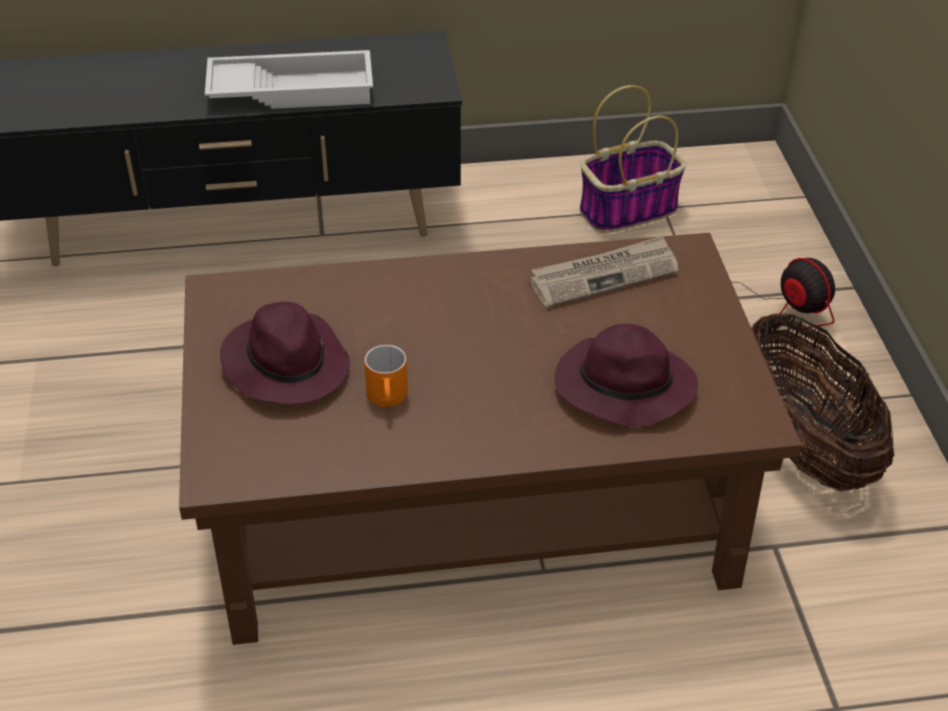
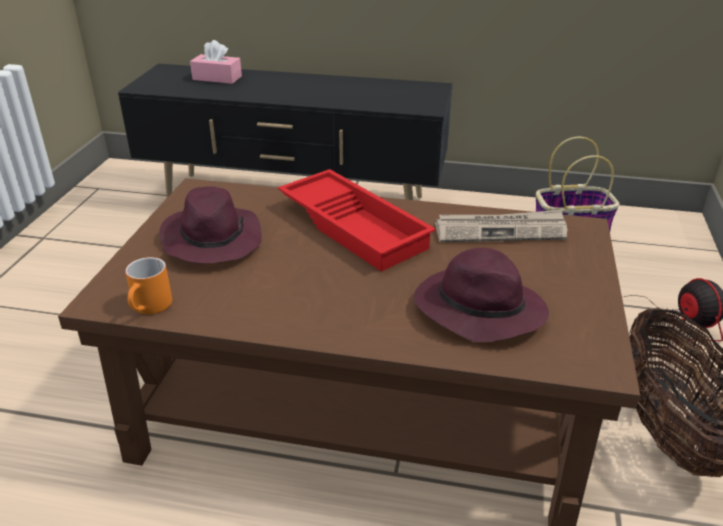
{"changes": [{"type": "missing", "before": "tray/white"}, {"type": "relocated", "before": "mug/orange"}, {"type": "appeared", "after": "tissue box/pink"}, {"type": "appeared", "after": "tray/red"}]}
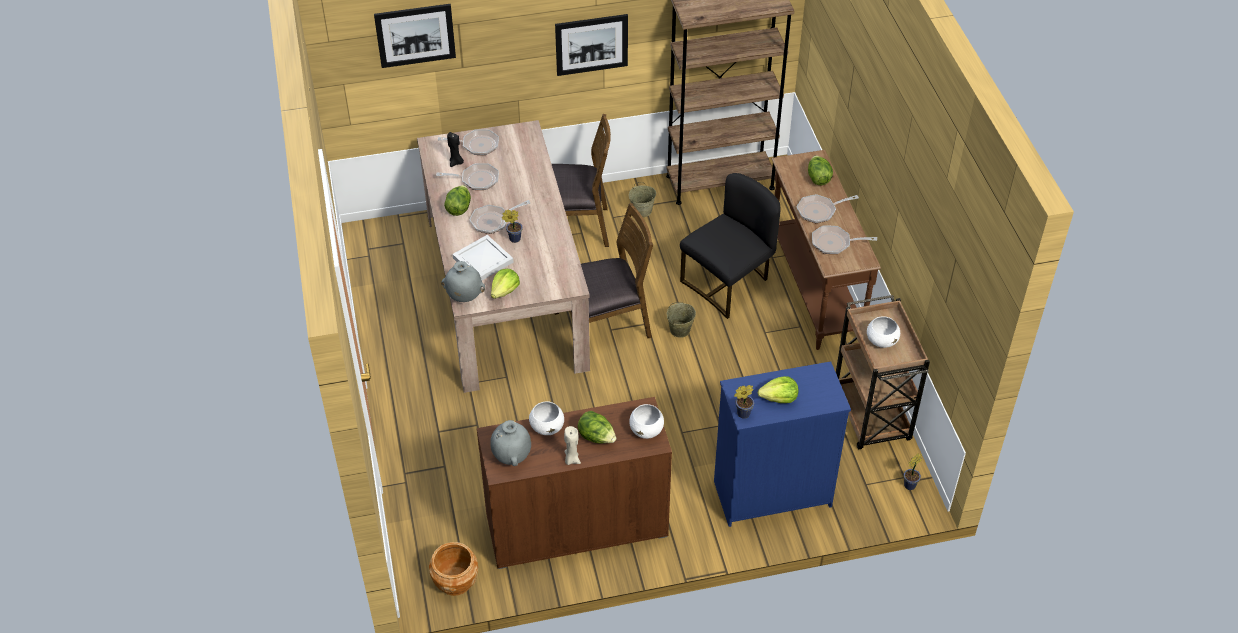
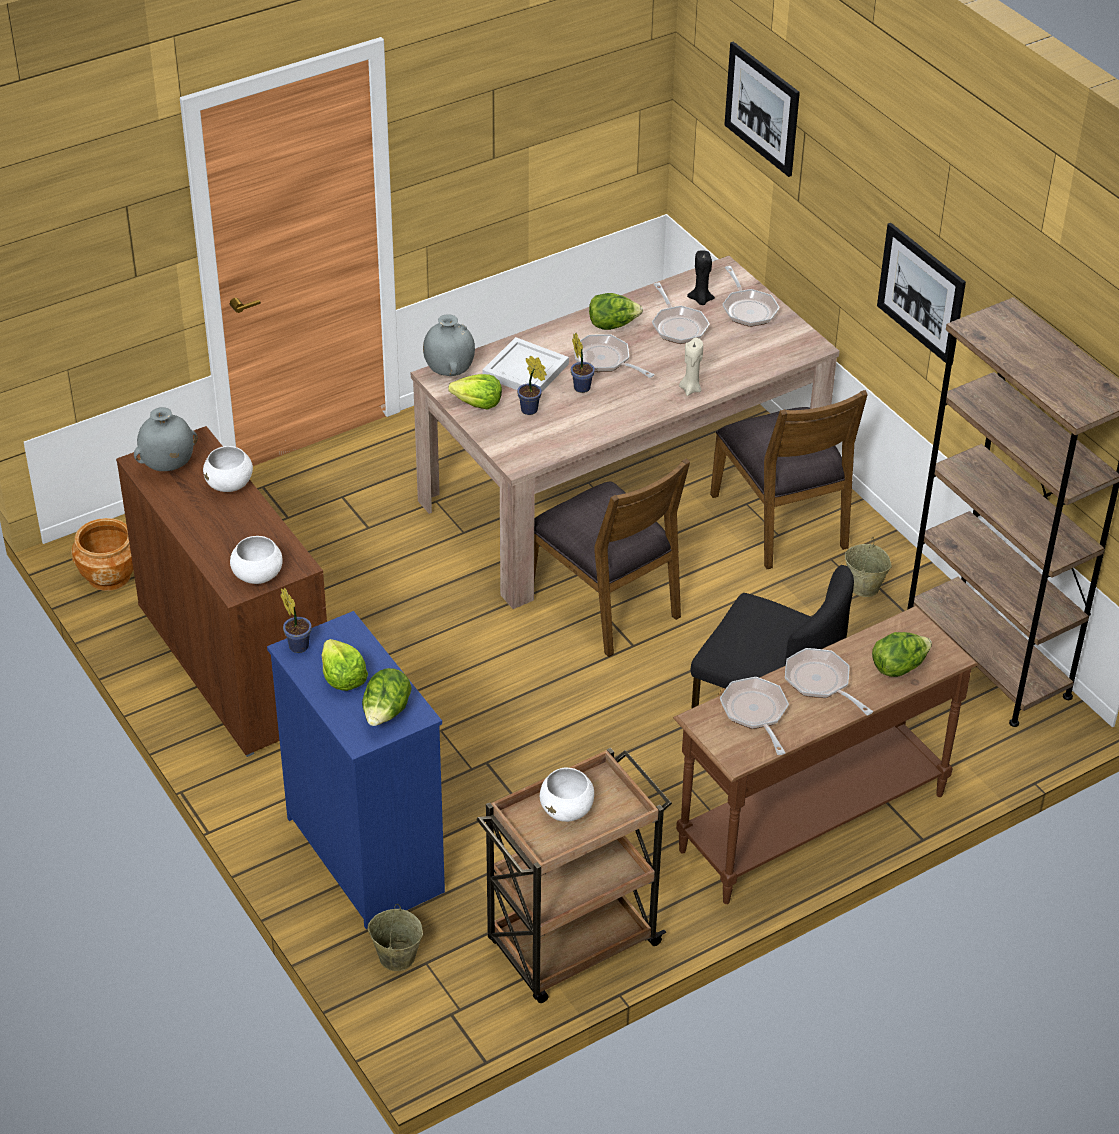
{"changes": [{"type": "relocated", "before": "candle/beige"}, {"type": "relocated", "before": "lettuce (no. 3 from left in the first image)", "after": "lettuce (no. 2 from left)"}, {"type": "relocated", "before": "bucket/beige (no. 2 from left in the first image)", "after": "bucket/beige (no. 1 from left)"}, {"type": "relocated", "before": "potted plant (no. 3 from left in the first image)", "after": "potted plant (no. 2 from left)"}]}
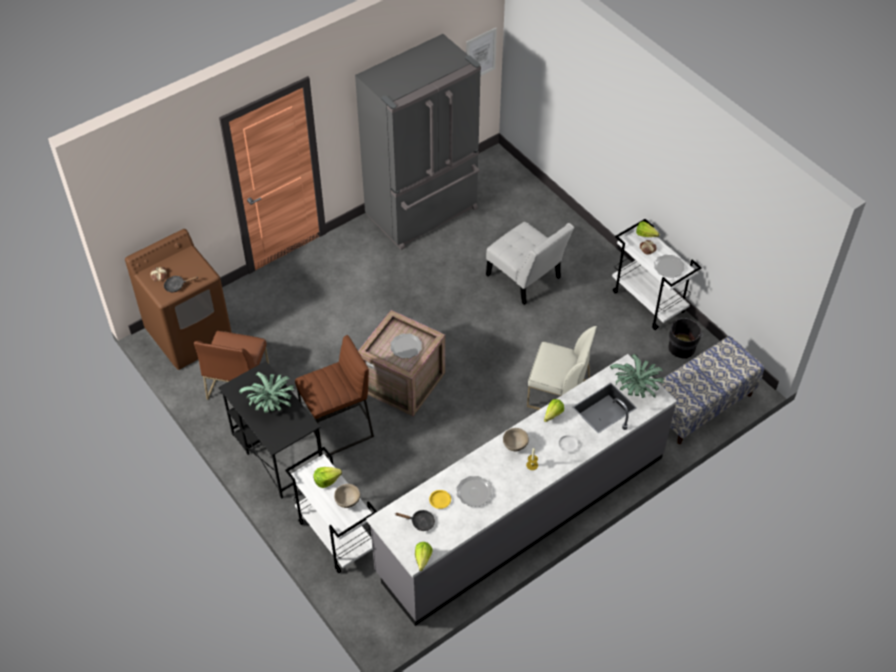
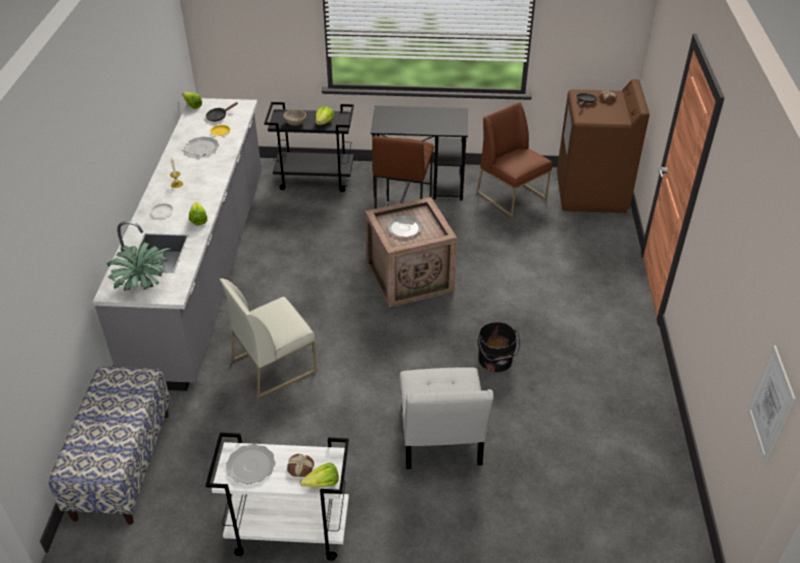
{"changes": [{"type": "missing", "before": "potted plant (no. 1 from left)"}, {"type": "colour", "before": "cart/white (no. 1 from left)", "after": "cart/black"}, {"type": "missing", "before": "fridge/grey"}, {"type": "spun", "before": "chair/white (no. 1 from left in the first image)", "turn": -90}, {"type": "missing", "before": "bowl/beige (no. 2 from left)"}, {"type": "relocated", "before": "bucket/black"}]}
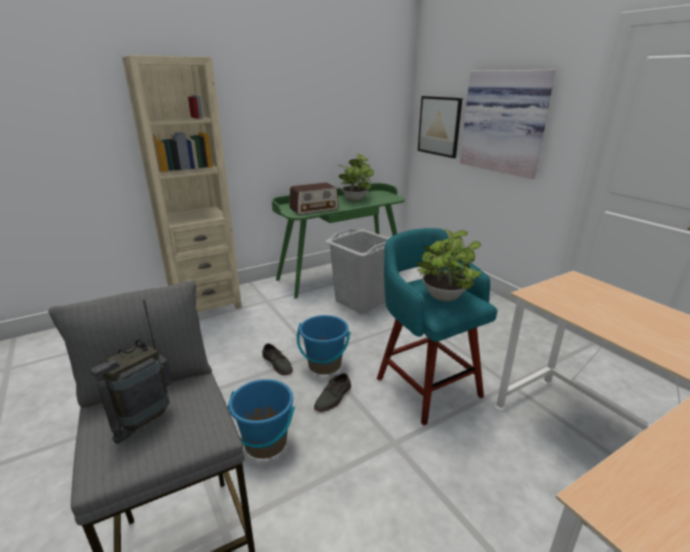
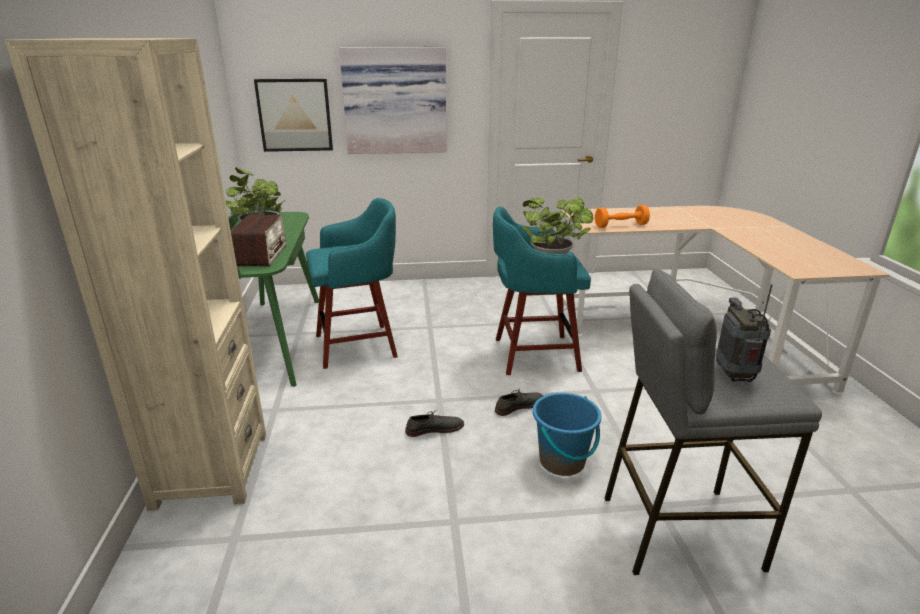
{"changes": [{"type": "spun", "before": "radio (no. 1 from left in the first image)", "turn": -150}, {"type": "missing", "before": "bucket/blue (no. 2 from left)"}, {"type": "spun", "before": "shoe/grey (no. 2 from left)", "turn": -90}, {"type": "exchanged", "before": "laundry basket/grey", "after": "stool/turquoise (no. 1 from left)"}, {"type": "appeared", "after": "dumbbell/orange"}]}
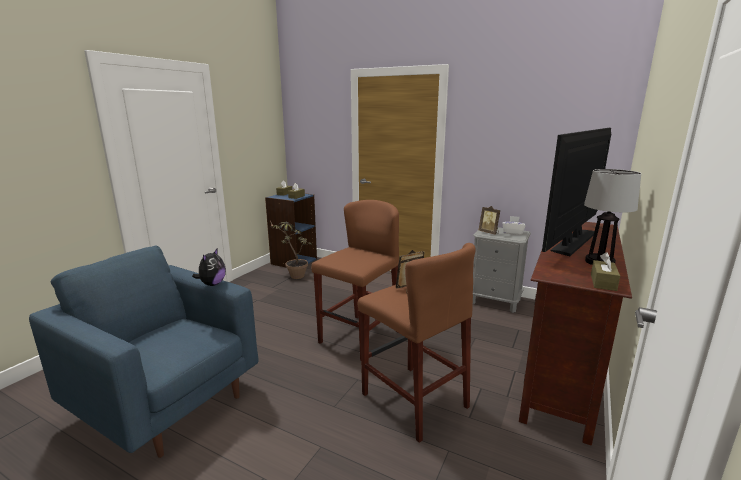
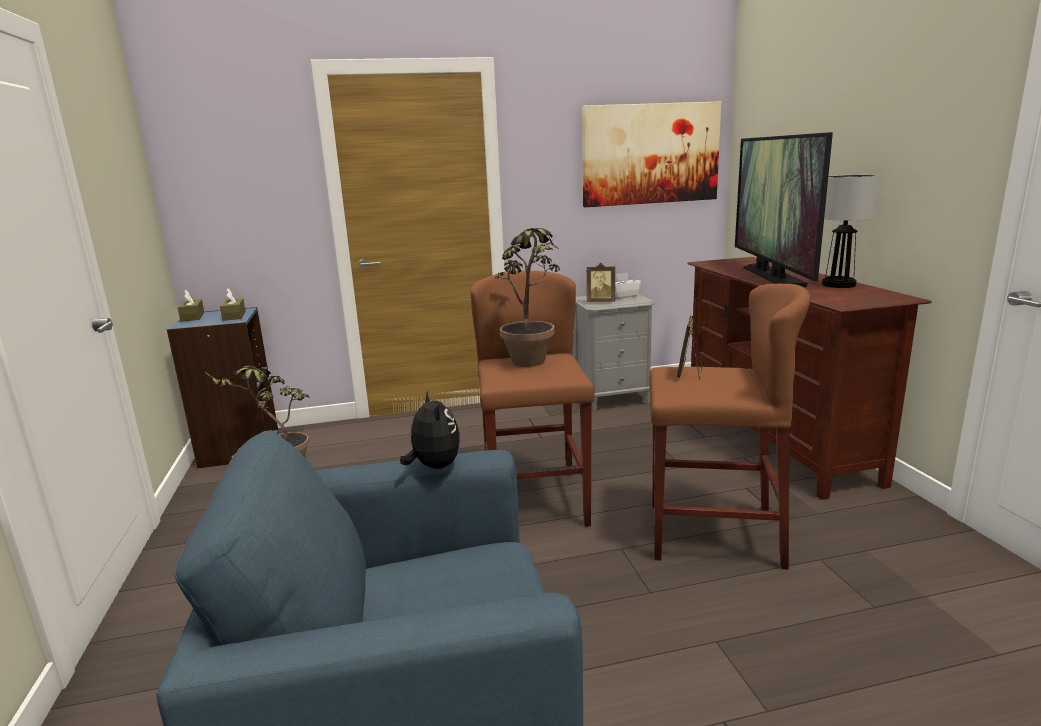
{"changes": [{"type": "missing", "before": "tissue box/brown (no. 3 from left)"}, {"type": "appeared", "after": "potted plant (no. 2 from left)"}, {"type": "appeared", "after": "picture"}]}
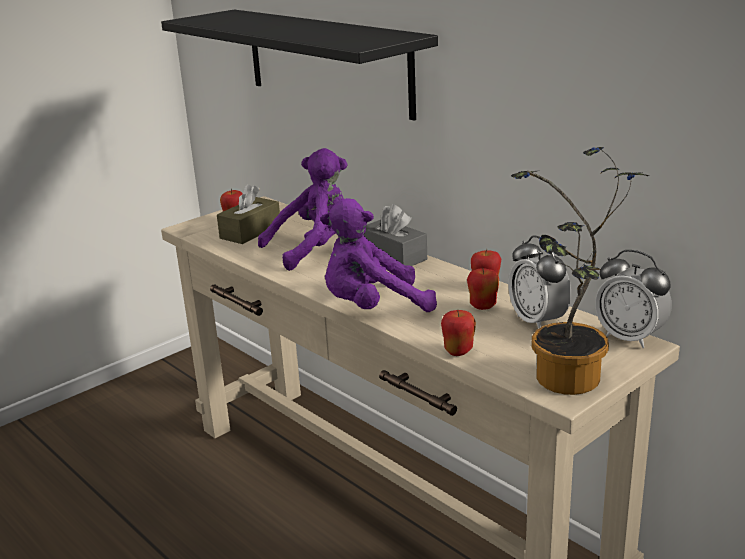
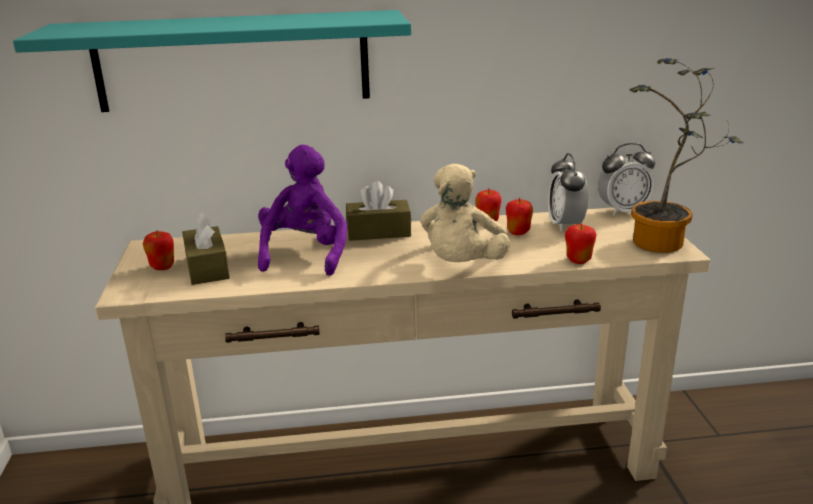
{"changes": [{"type": "colour", "before": "shelf/black", "after": "shelf/turquoise"}, {"type": "colour", "before": "plush toy/purple (no. 2 from left)", "after": "plush toy/beige"}, {"type": "colour", "before": "tissue box/grey", "after": "tissue box/brown (no. 2 from left)"}, {"type": "spun", "before": "alarm clock (no. 1 from left)", "turn": 75}]}
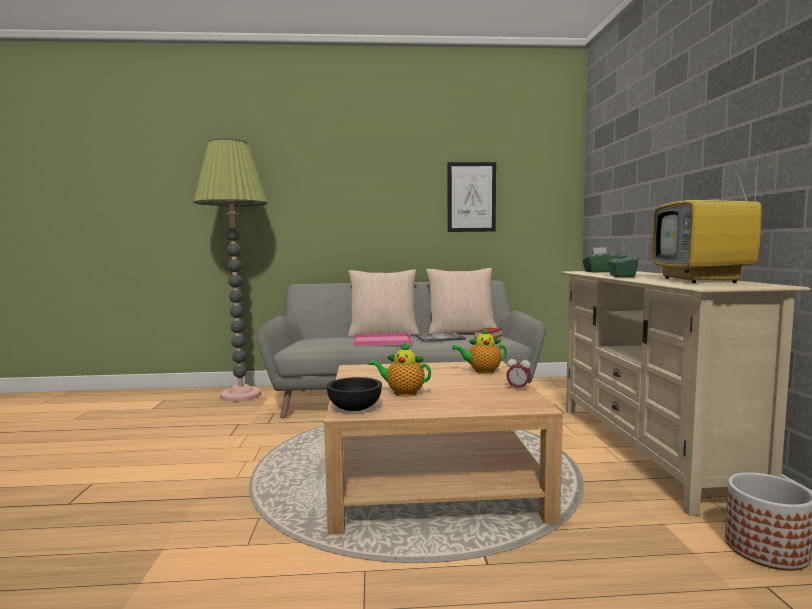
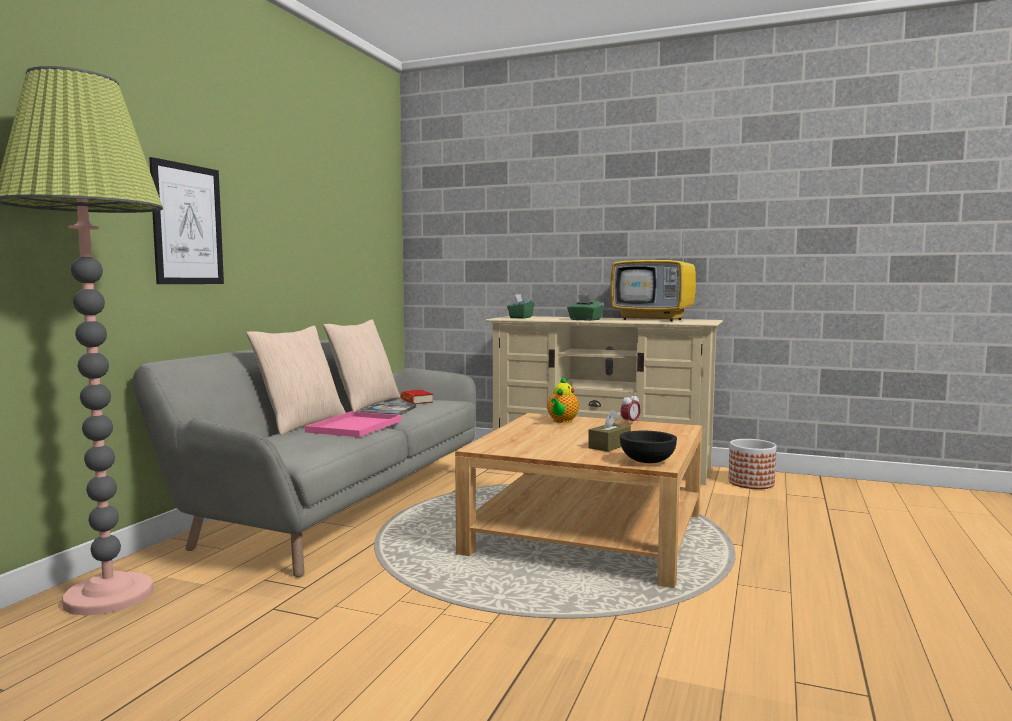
{"changes": [{"type": "exchanged", "before": "teapot (no. 1 from left)", "after": "tissue box/brown"}, {"type": "relocated", "before": "picture"}]}
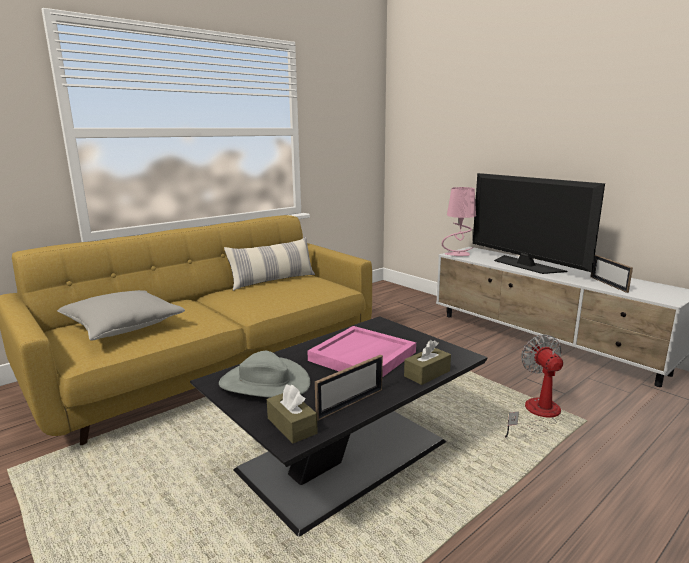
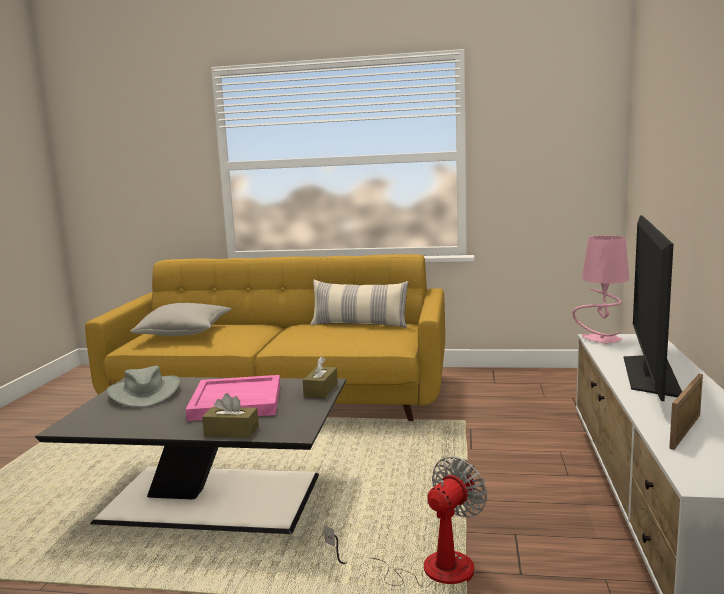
{"changes": [{"type": "relocated", "before": "tissue box/brown (no. 1 from left in the first image)", "after": "tissue box/brown (no. 2 from left)"}, {"type": "missing", "before": "picture frame (no. 1 from left)"}]}
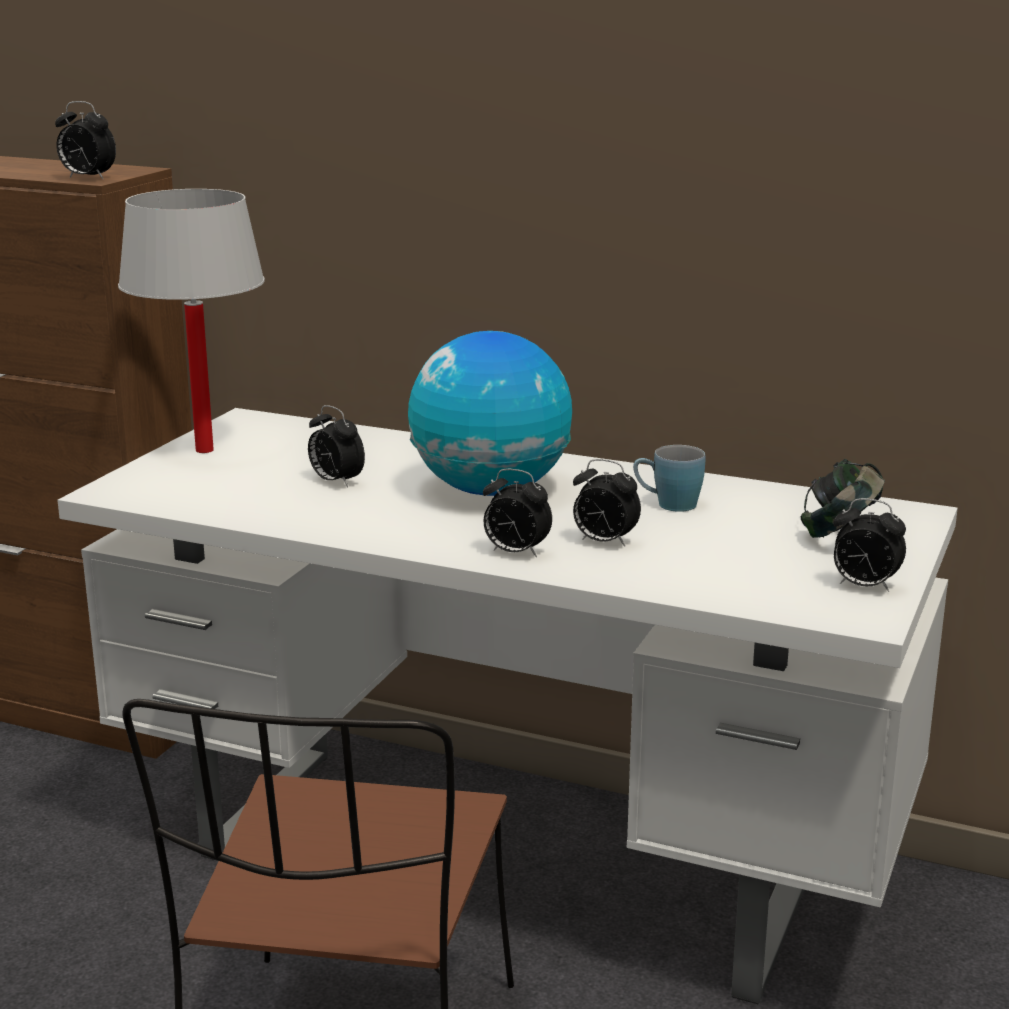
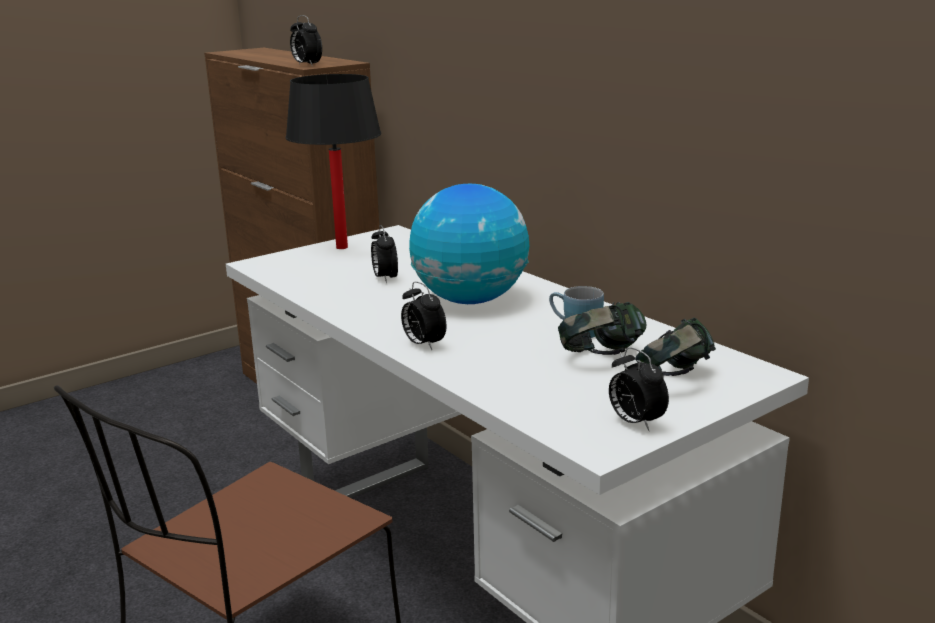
{"changes": [{"type": "colour", "before": "table lamp/white", "after": "table lamp/black"}, {"type": "missing", "before": "alarm clock (no. 4 from left)"}, {"type": "appeared", "after": "headphones (no. 1 from left)"}]}
